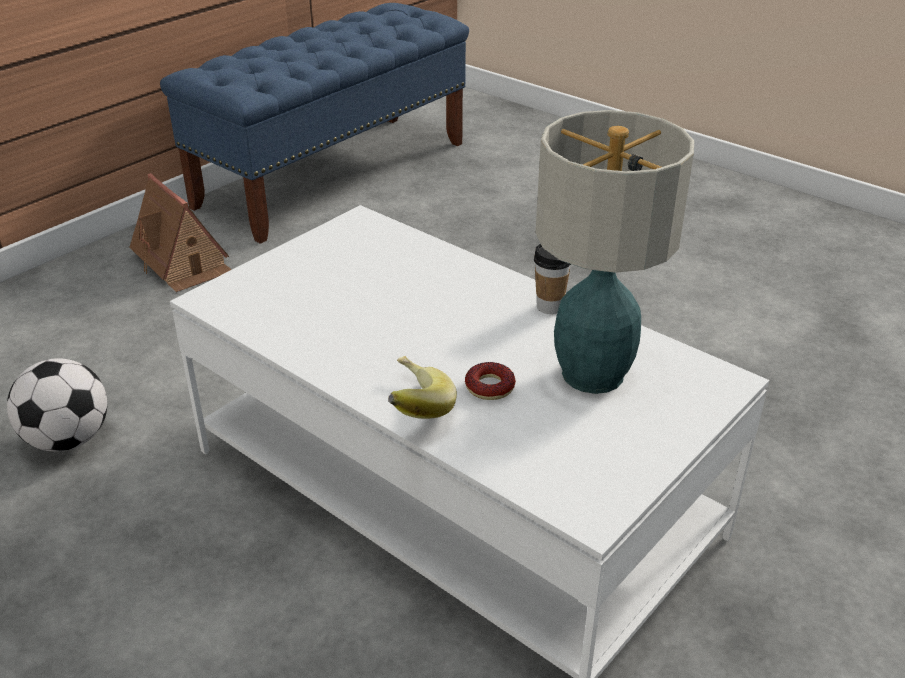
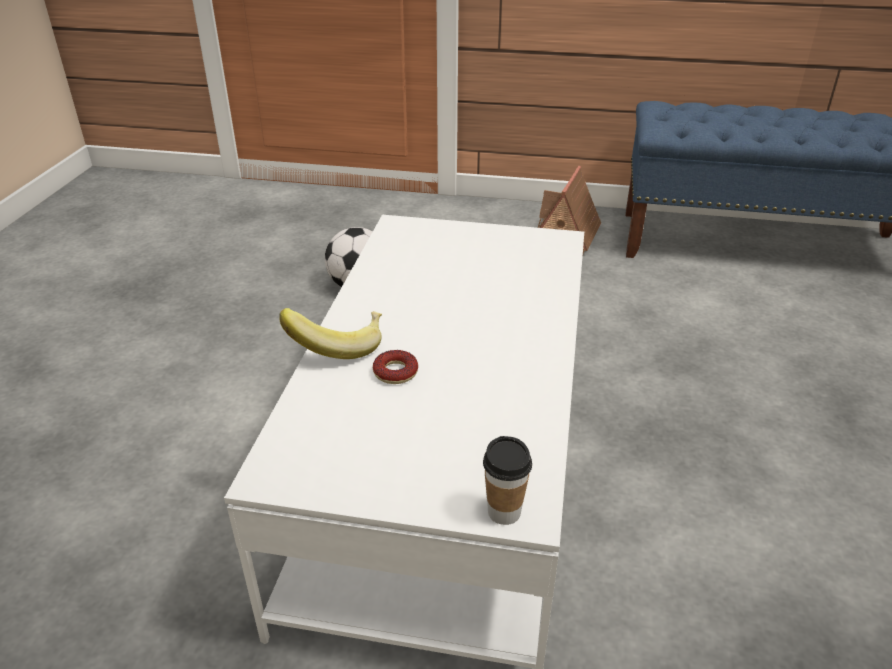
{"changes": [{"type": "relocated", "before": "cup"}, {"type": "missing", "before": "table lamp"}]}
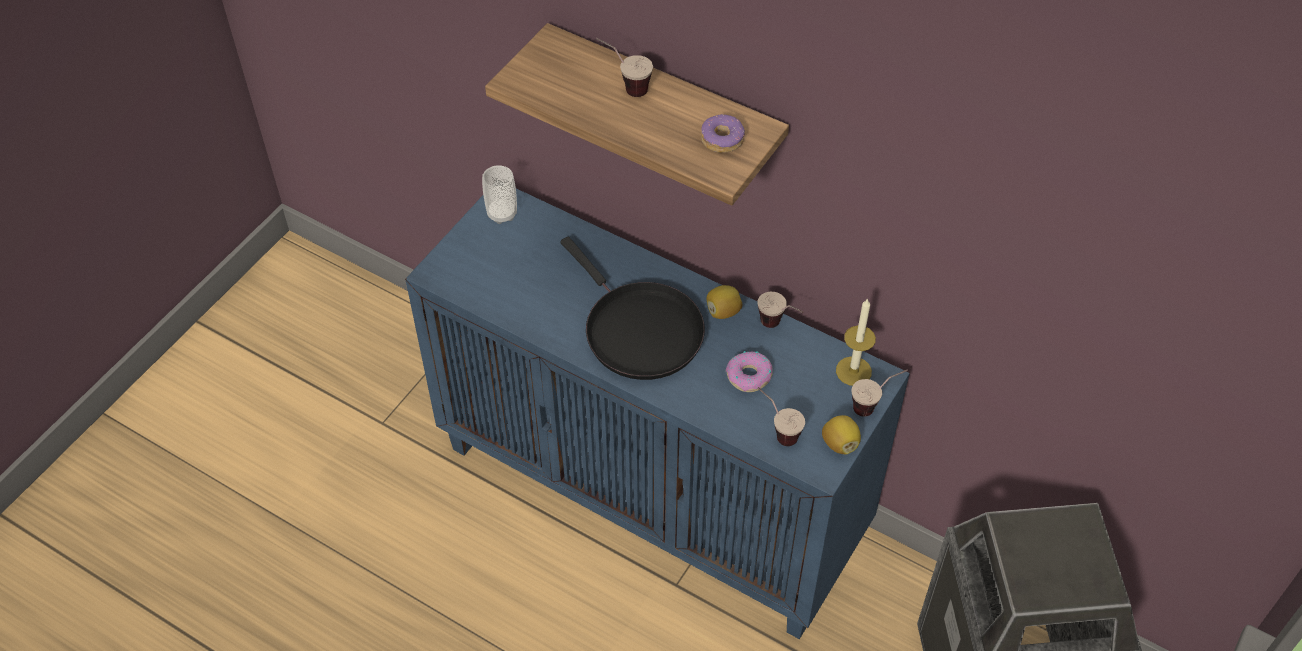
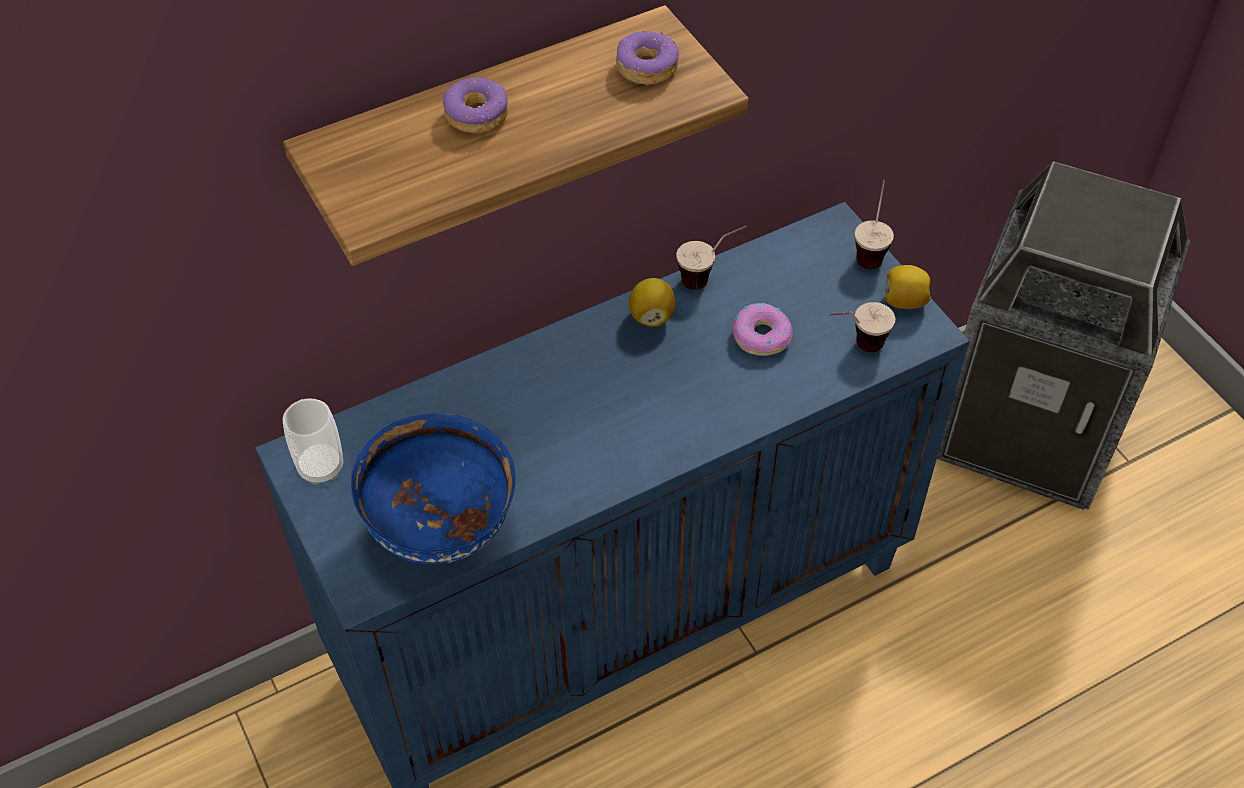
{"changes": [{"type": "missing", "before": "frying pan/black"}, {"type": "exchanged", "before": "cup (no. 2 from left)", "after": "donut (no. 1 from left)"}, {"type": "missing", "before": "candle"}, {"type": "appeared", "after": "bowl/blue"}]}
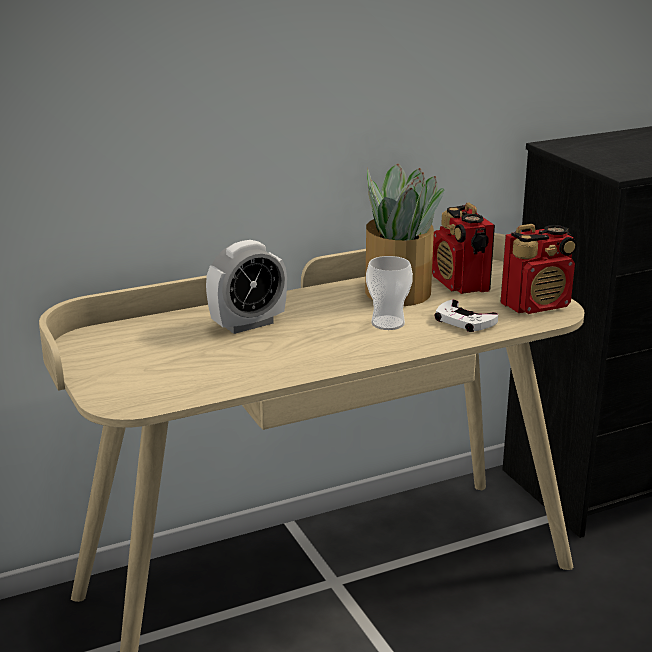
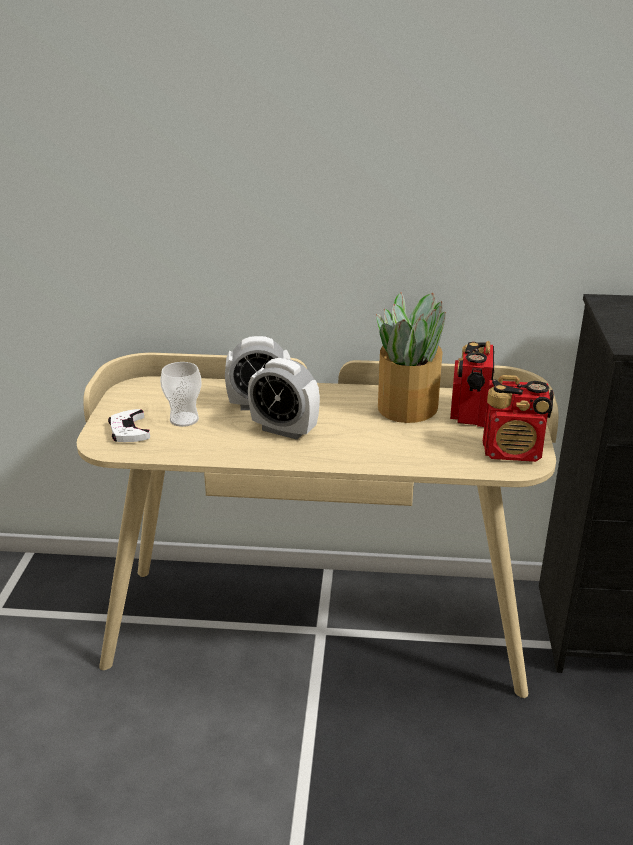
{"changes": [{"type": "relocated", "before": "cup"}, {"type": "relocated", "before": "game controller/white"}, {"type": "appeared", "after": "alarm clock (no. 2 from left)"}]}
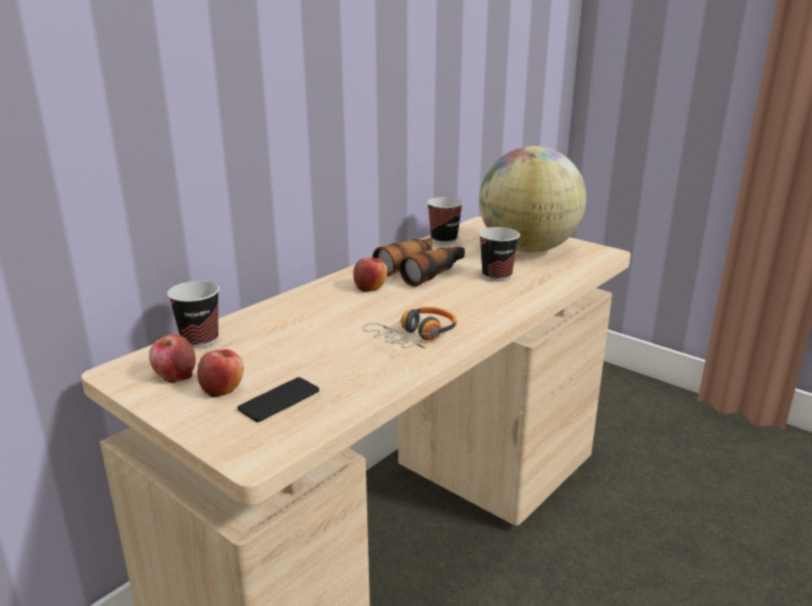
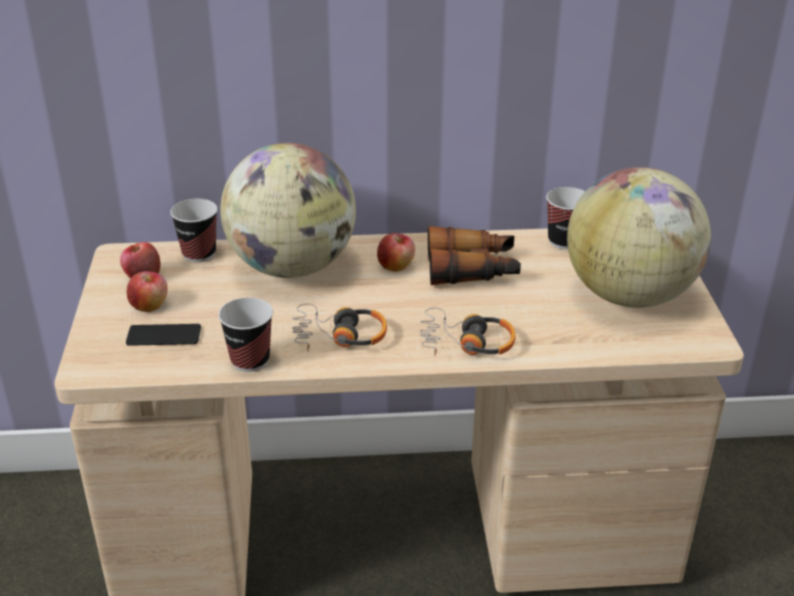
{"changes": [{"type": "relocated", "before": "cup (no. 3 from left in the first image)", "after": "cup (no. 2 from left)"}, {"type": "appeared", "after": "globe (no. 1 from left)"}, {"type": "appeared", "after": "headphones (no. 2 from left)"}]}
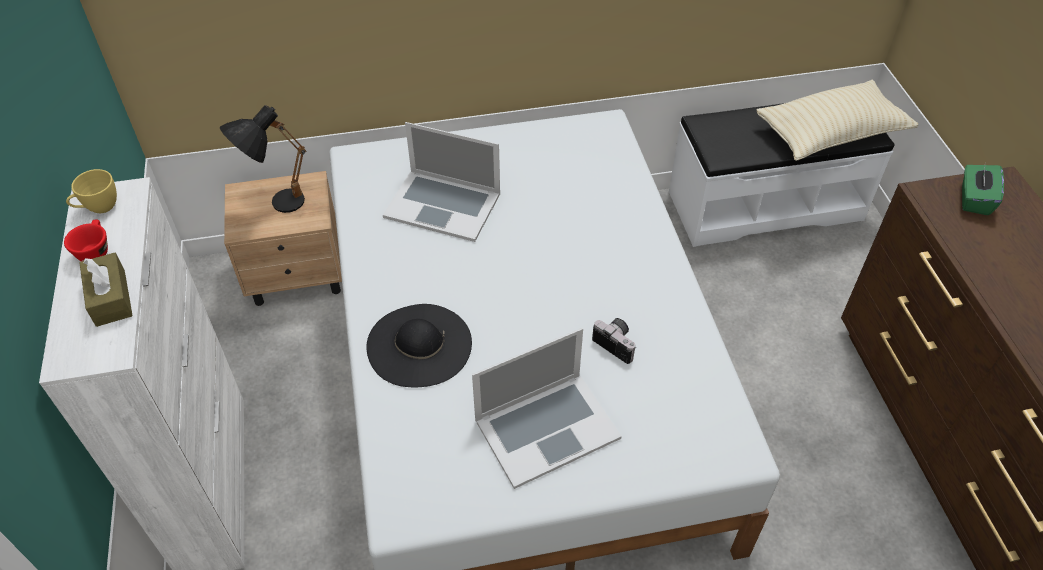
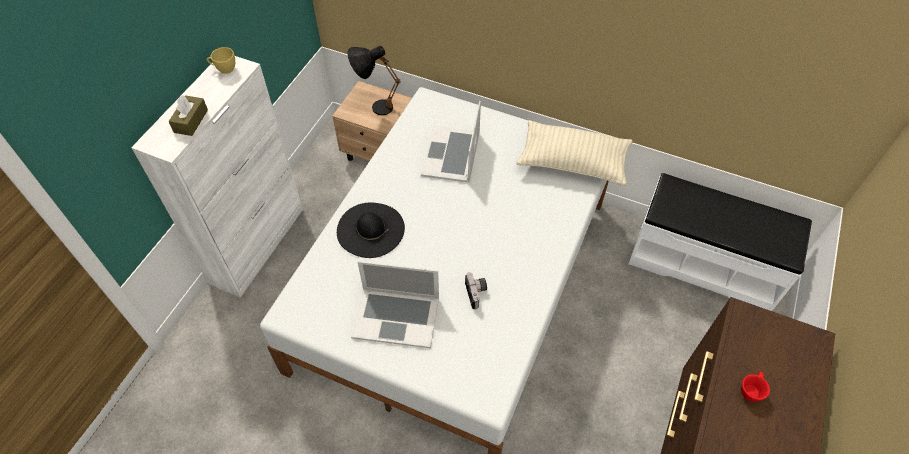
{"changes": [{"type": "relocated", "before": "cup/red"}, {"type": "spun", "before": "laptop (no. 1 from left in the first image)", "turn": 45}, {"type": "relocated", "before": "pillow/beige"}, {"type": "missing", "before": "tissue box/green"}]}
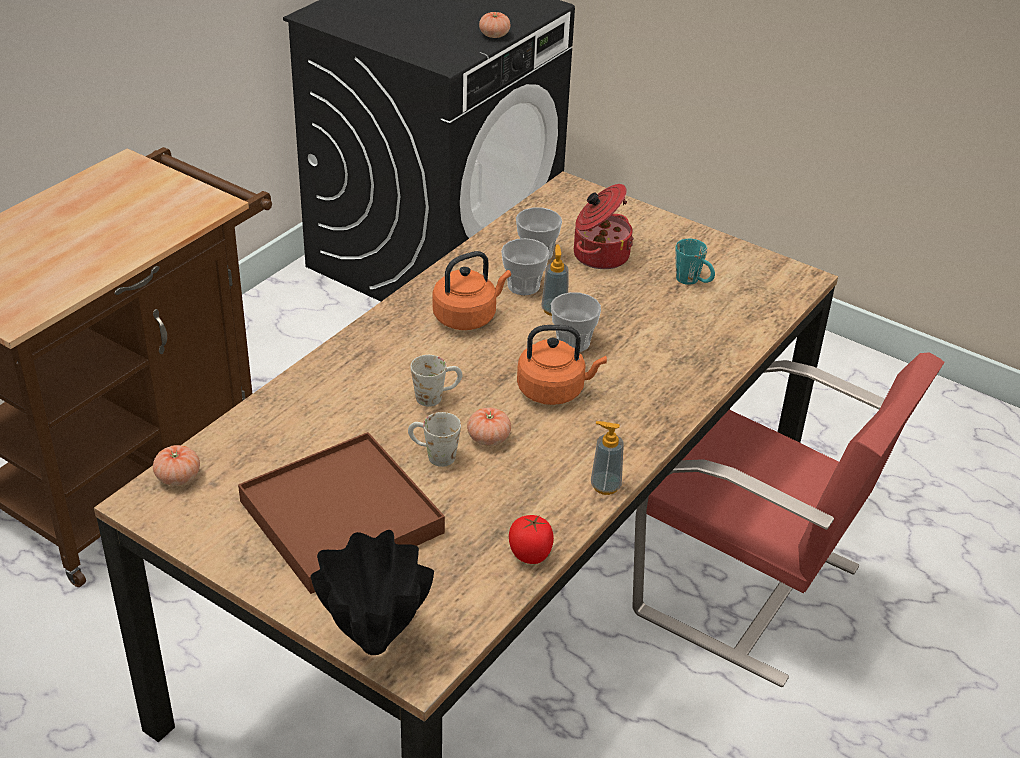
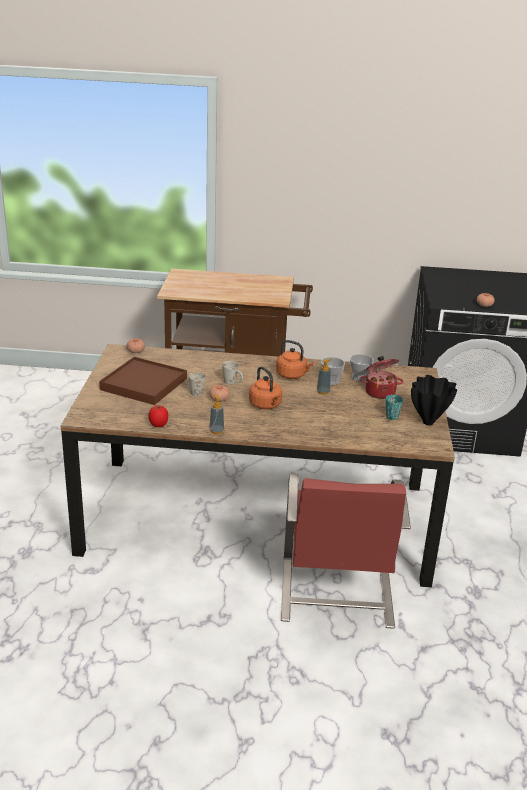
{"changes": [{"type": "relocated", "before": "vase/black"}, {"type": "missing", "before": "cup (no. 3 from left)"}]}
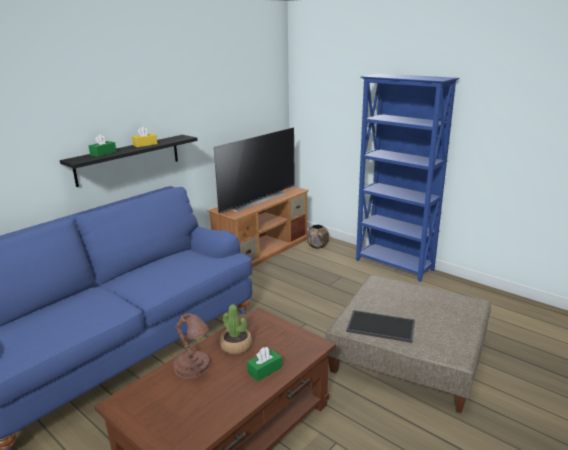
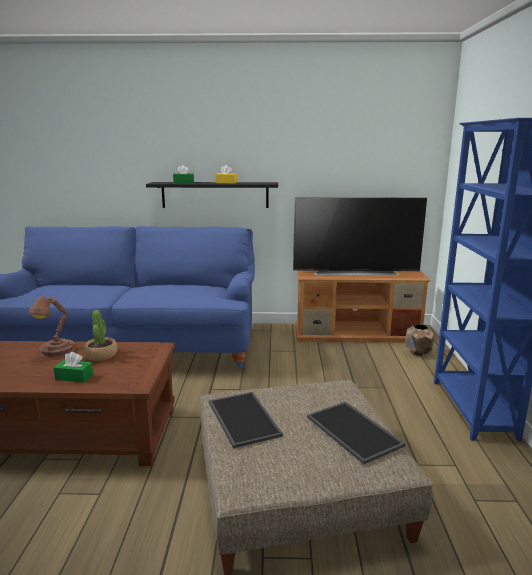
{"changes": [{"type": "appeared", "after": "tray (no. 2 from left)"}]}
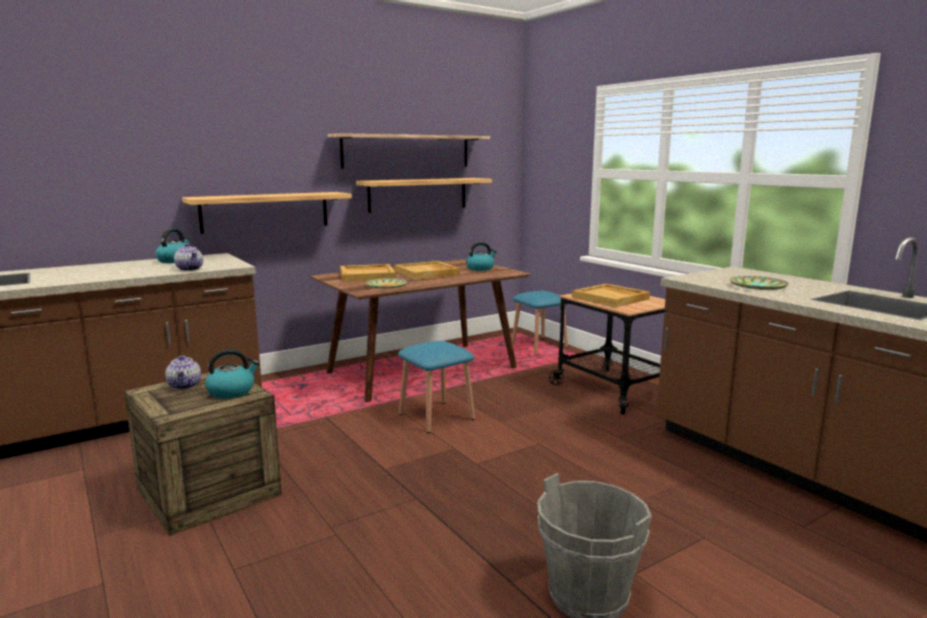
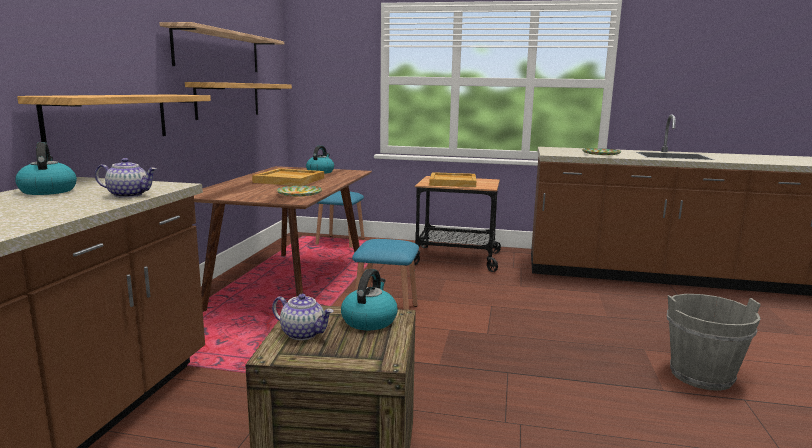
{"changes": [{"type": "missing", "before": "tray/beige (no. 1 from left)"}]}
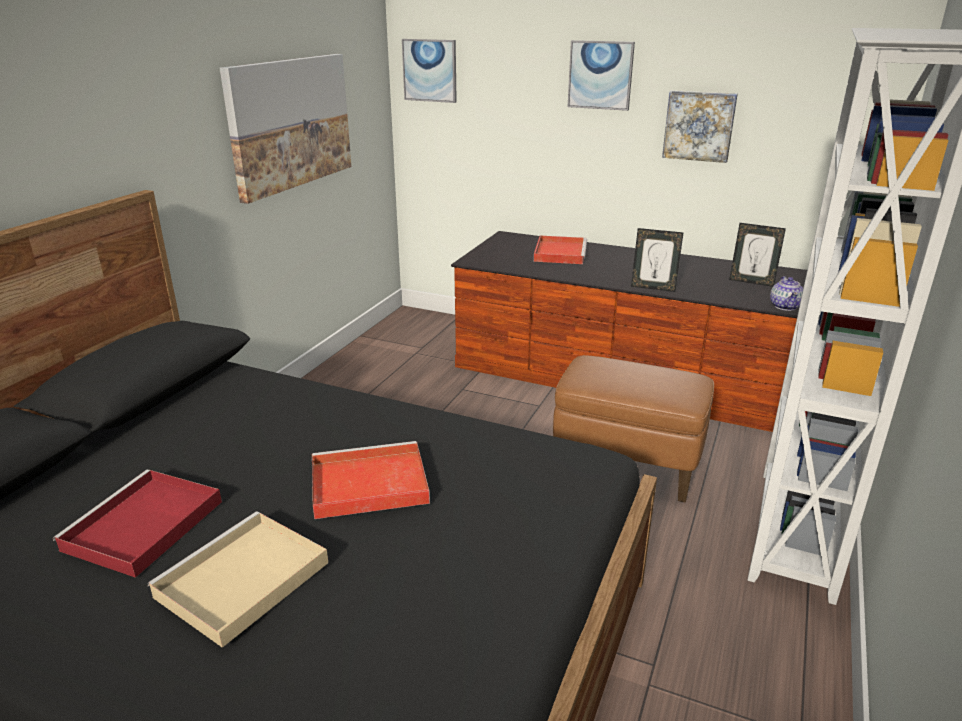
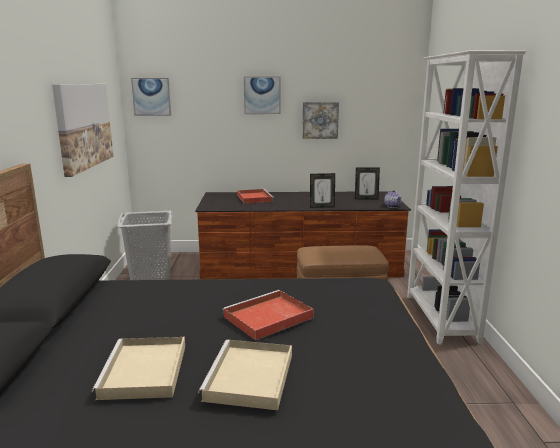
{"changes": [{"type": "colour", "before": "tray/red (no. 1 from left)", "after": "tray/beige (no. 1 from left)"}, {"type": "appeared", "after": "laundry basket/grey"}]}
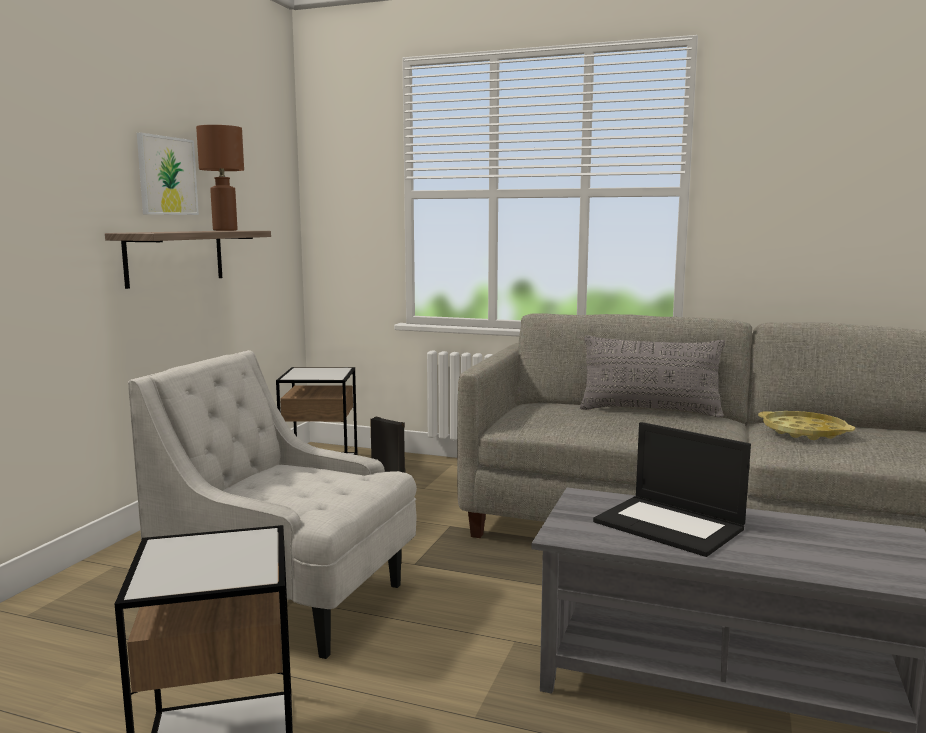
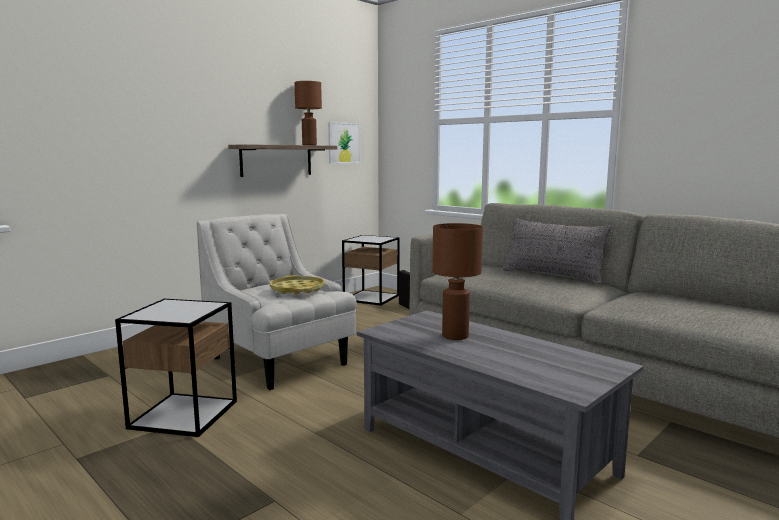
{"changes": [{"type": "relocated", "before": "picture"}, {"type": "exchanged", "before": "laptop", "after": "table lamp/brown (no. 2 from left)"}, {"type": "relocated", "before": "tray/yellow"}]}
